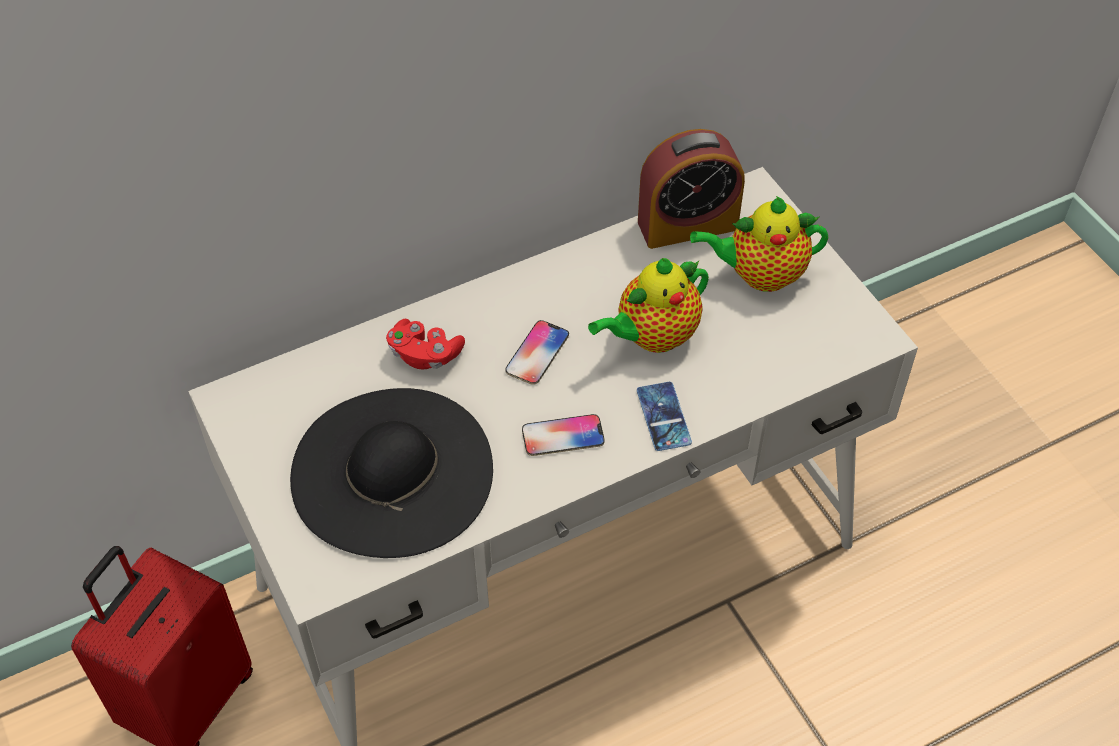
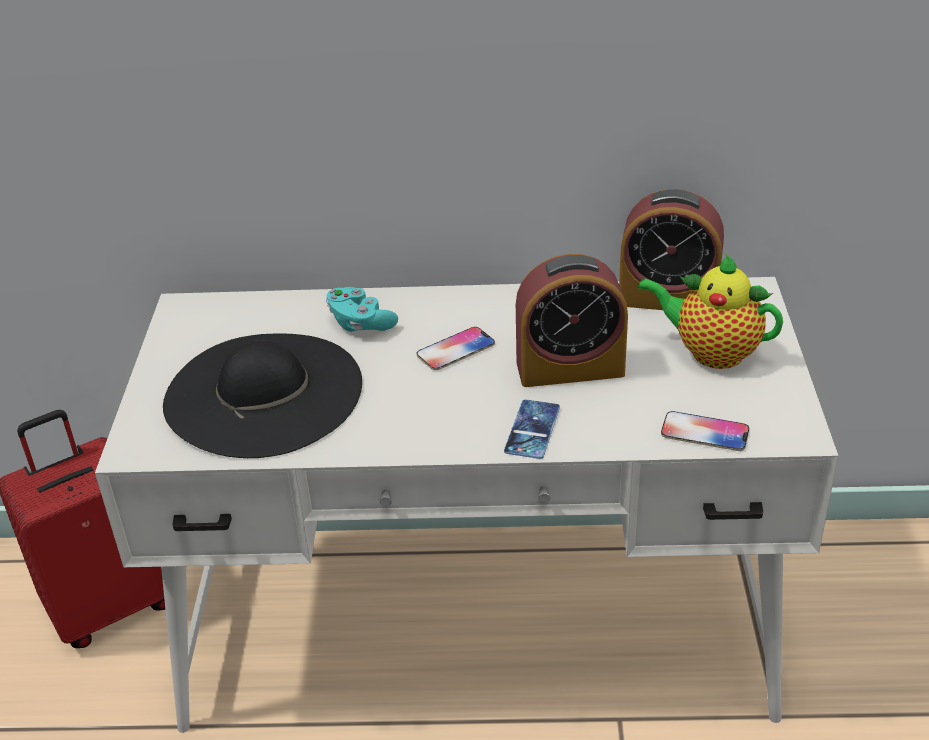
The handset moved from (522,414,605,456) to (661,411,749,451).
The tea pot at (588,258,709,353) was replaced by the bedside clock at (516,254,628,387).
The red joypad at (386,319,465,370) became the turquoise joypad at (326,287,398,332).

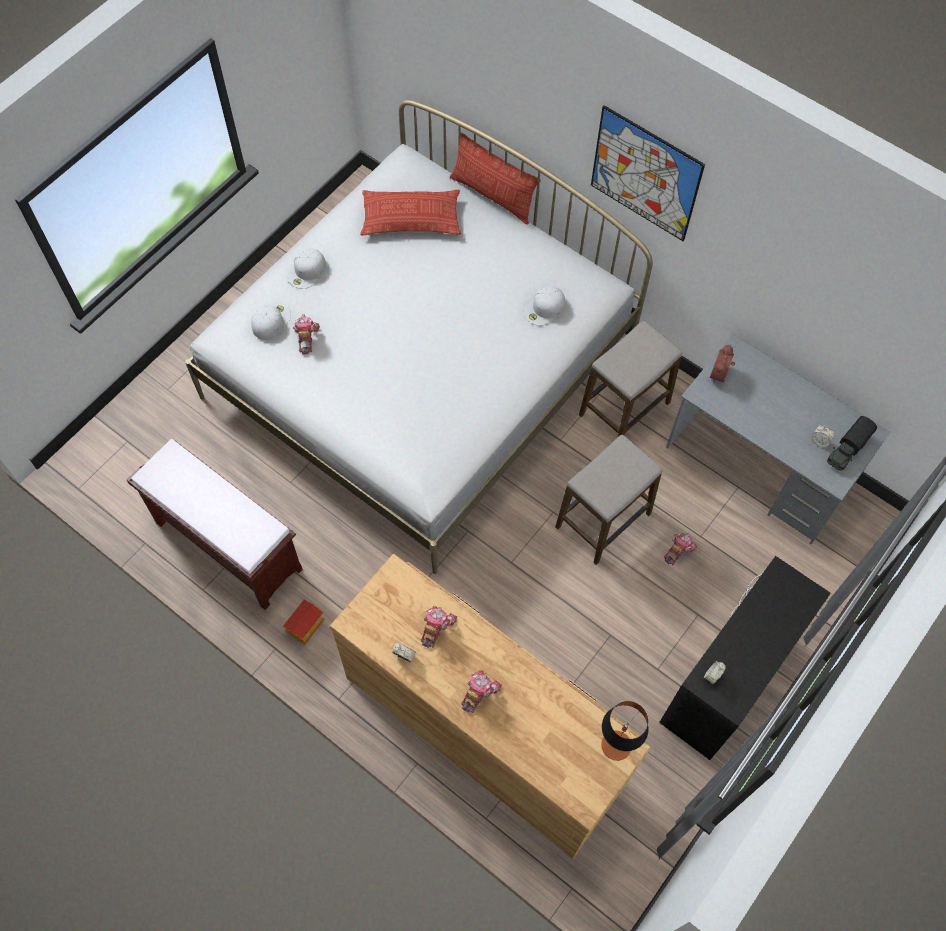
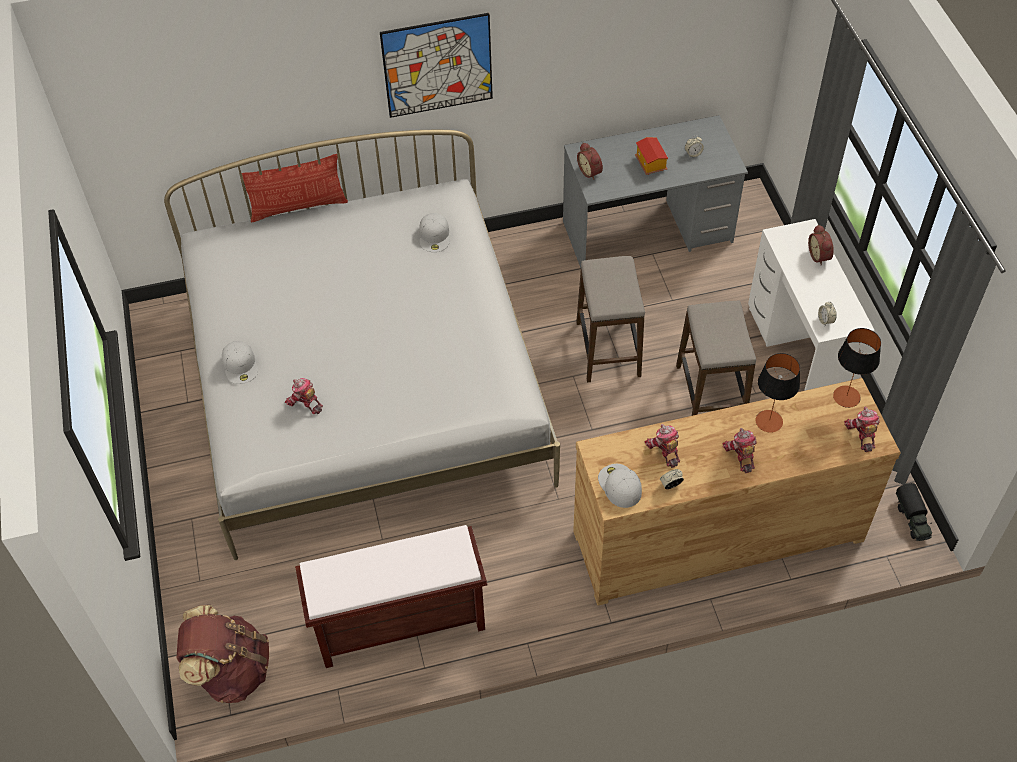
The pillow at (360,190,461,235) disappeared.
The brown knapsack at (177,605,269,703) appeared.
The tabletop lamp at (755,353,800,433) appeared.
The bedside clock at (808,224,834,266) appeared.
The white-coloured peaked cap moved from (251,302,291,340) to (598,464,642,508).
The miniature house moved from (283,600,325,645) to (635,137,668,175).
The sitting stool moved from (579,320,682,437) to (676,301,756,416).
The robot figure moved from (664,533,698,565) to (844,407,880,452).
The toy lorry moved from (827,416,877,471) to (896,483,932,541).
The black-coloured desk table at (659,556,831,760) became the white-coloured desk table at (748,219,875,391).

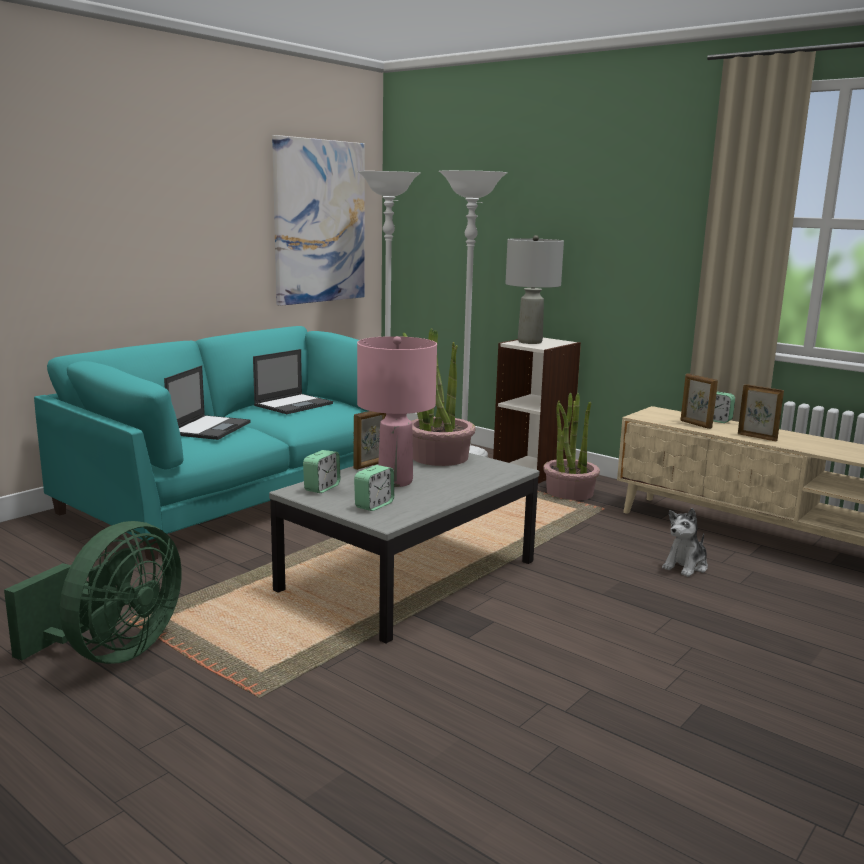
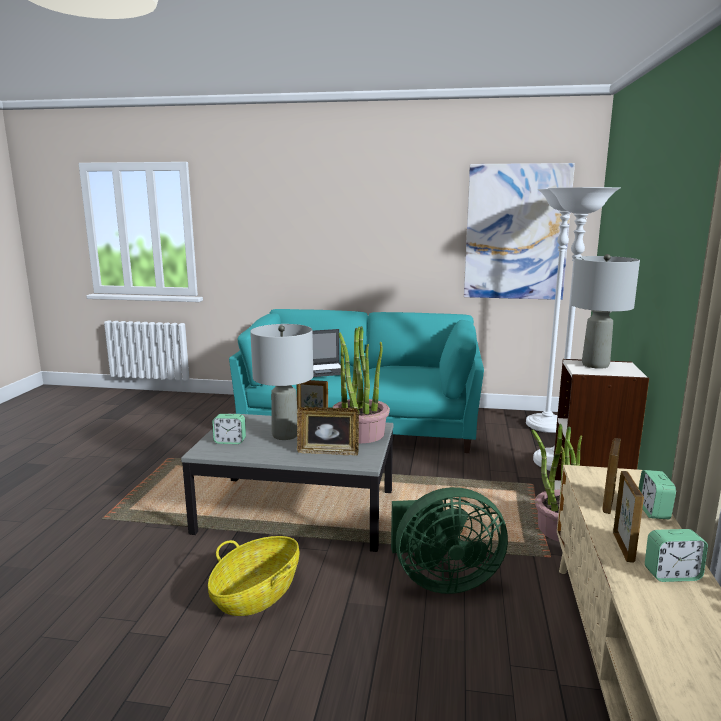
The portable computer at (253,349,333,414) disappeared.
The plush toy at (662,508,708,577) disappeared.
The basket at (208,536,299,616) appeared.
The picture frame at (297,407,359,456) appeared.
The greenish fan moved from (4,521,182,664) to (391,487,508,594).
The bedside clock moved from (303,450,340,493) to (645,529,708,582).
The pinkish tabletop lamp at (357,336,437,487) became the gray tabletop lamp at (250,324,313,440).

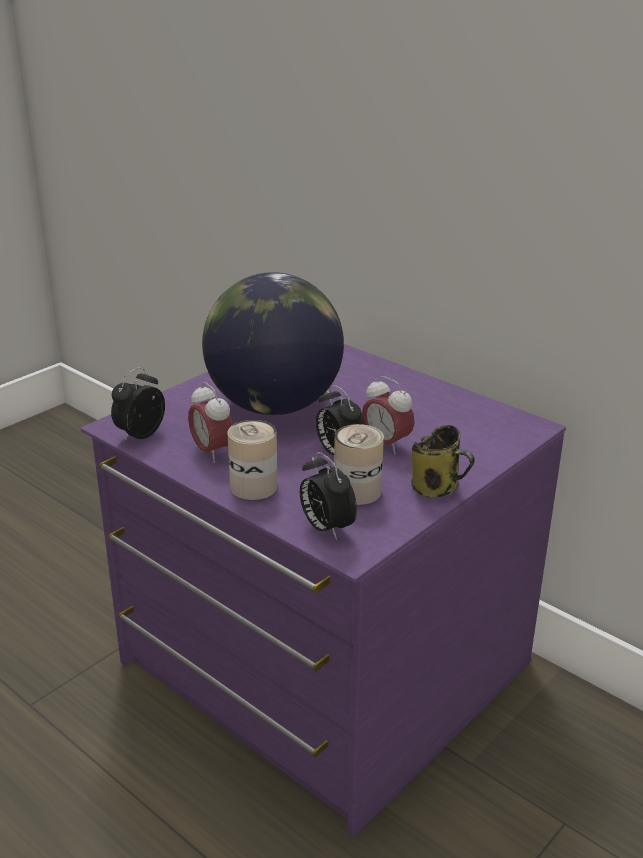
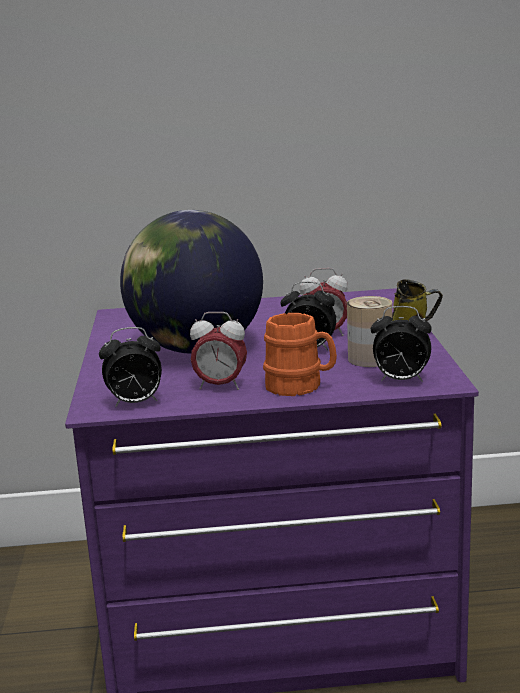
The can at (227,420,277,500) was replaced by the orangey tea mug at (263,313,337,396).
The bedside clock at (111,367,165,442) turned 90 degrees counterclockwise.

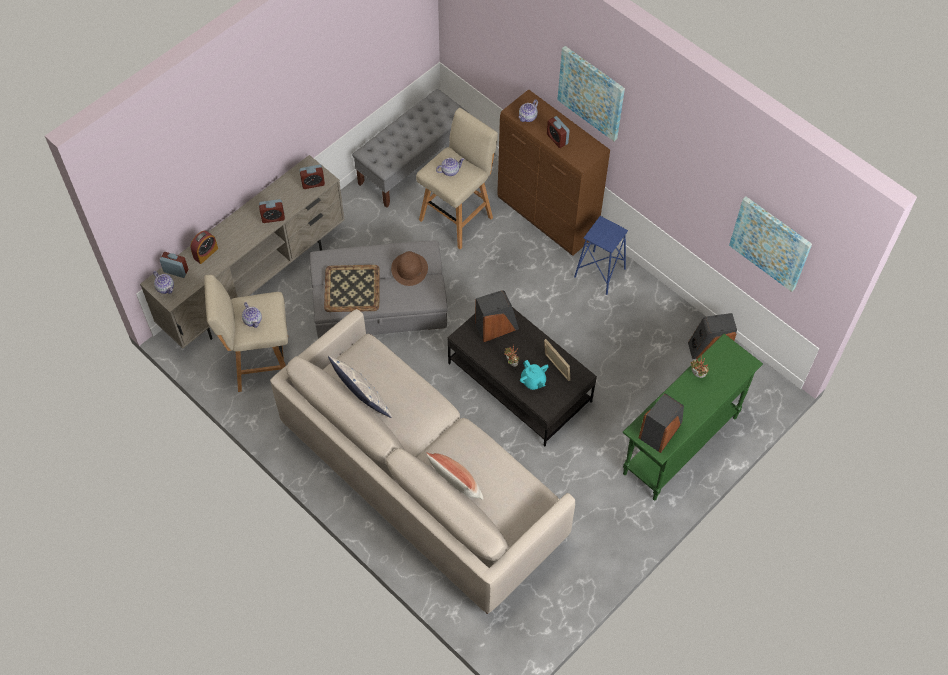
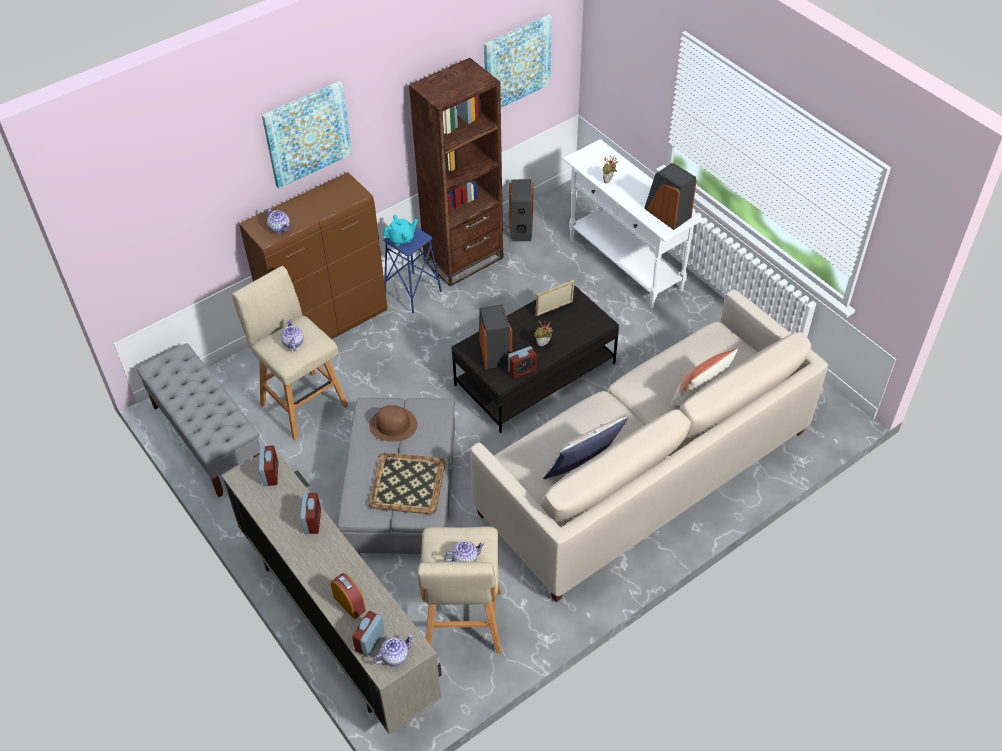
The brown bookcase at (409,58,503,286) appeared.
The turquoise tea pot moved from (520,360,549,390) to (383,214,418,246).
The bedside clock moved from (547,116,570,148) to (508,346,537,379).
The greenish console table at (623,334,763,500) became the white-coloured console table at (563,139,703,308).

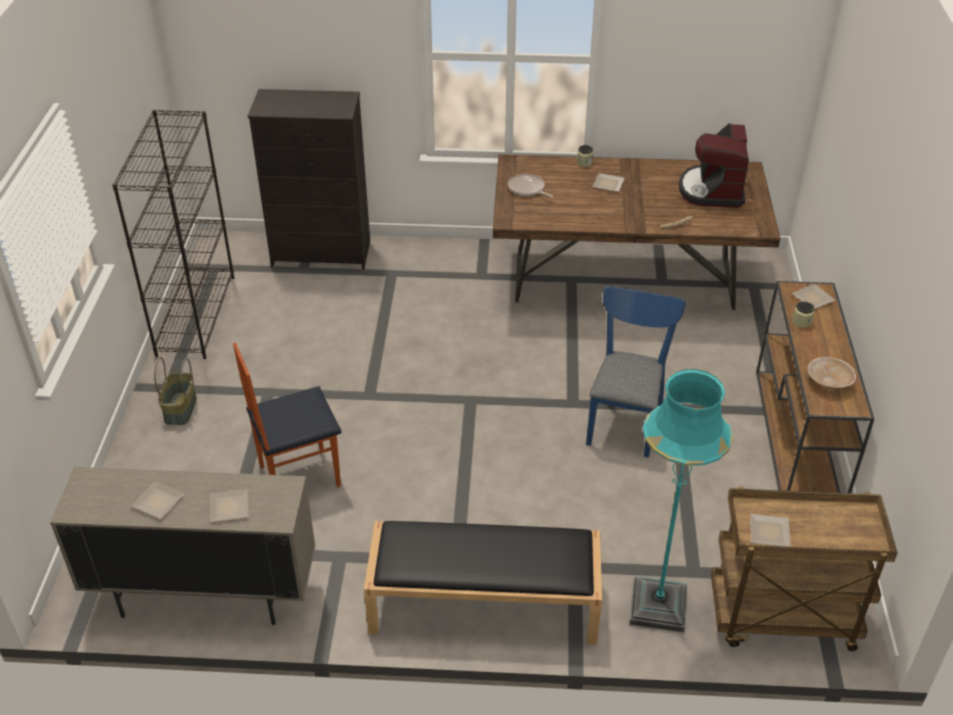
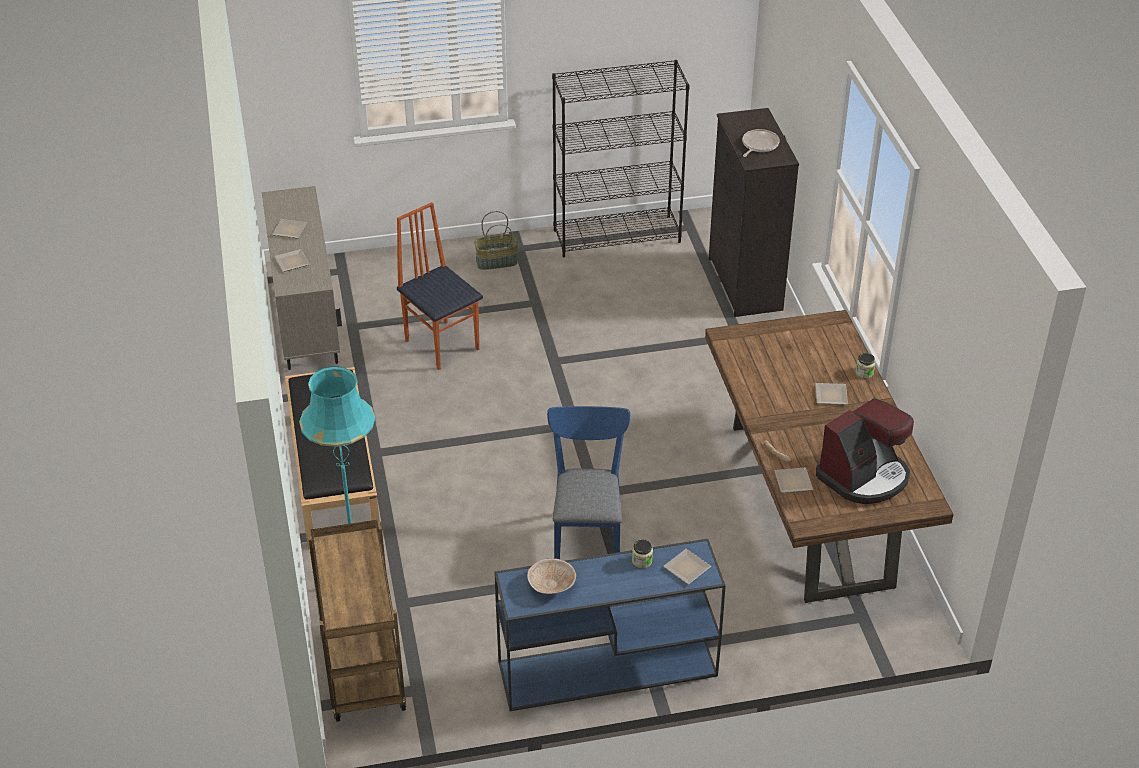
The frying pan moved from (508,174,554,198) to (742,129,780,157).
The flat dish moved from (750,514,791,547) to (774,467,813,493).
The brown console table at (756,281,874,493) became the blue console table at (494,539,726,711).
The blue plain chair at (586,286,685,458) turned 90 degrees counterclockwise.
The coffee brewer at (679,123,749,208) turned 150 degrees clockwise.

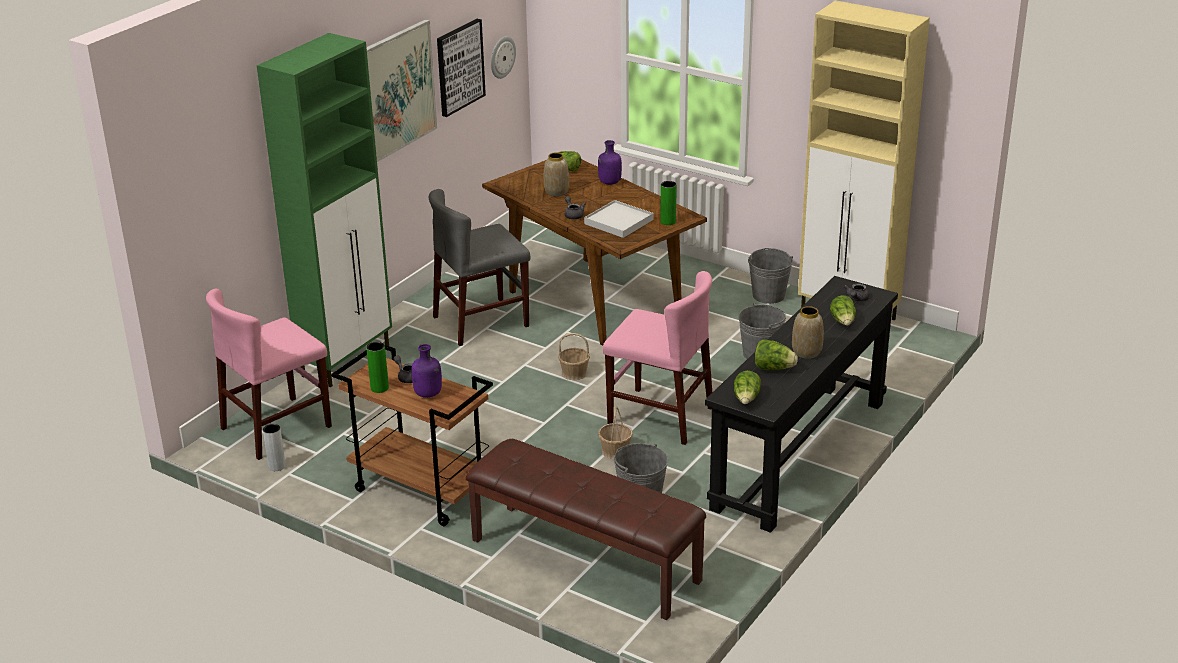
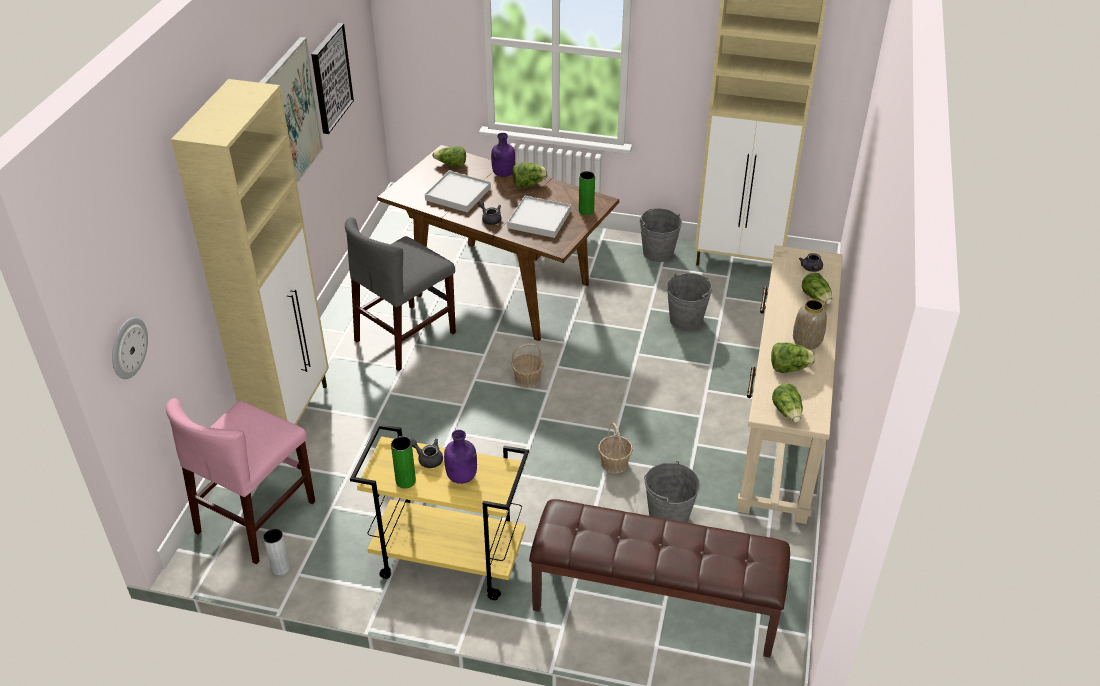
The pinkish plain chair at (603,271,712,445) disappeared.
The lettuce at (512,163,548,188) appeared.
The wall clock moved from (491,36,516,79) to (112,317,148,379).
The flower vase at (544,152,569,196) was replaced by the white-coloured serving tray at (425,171,491,212).
The greenish cabinet at (257,33,392,387) became the beige-coloured cabinet at (171,79,329,425).
The brown wheeled cart at (331,345,493,526) became the yellowish wheeled cart at (350,424,529,600).
The black-coloured console table at (705,276,898,533) became the beige-coloured console table at (737,245,843,524).

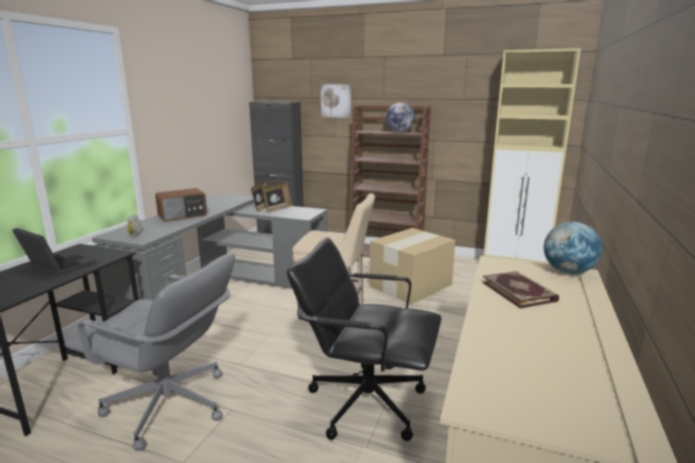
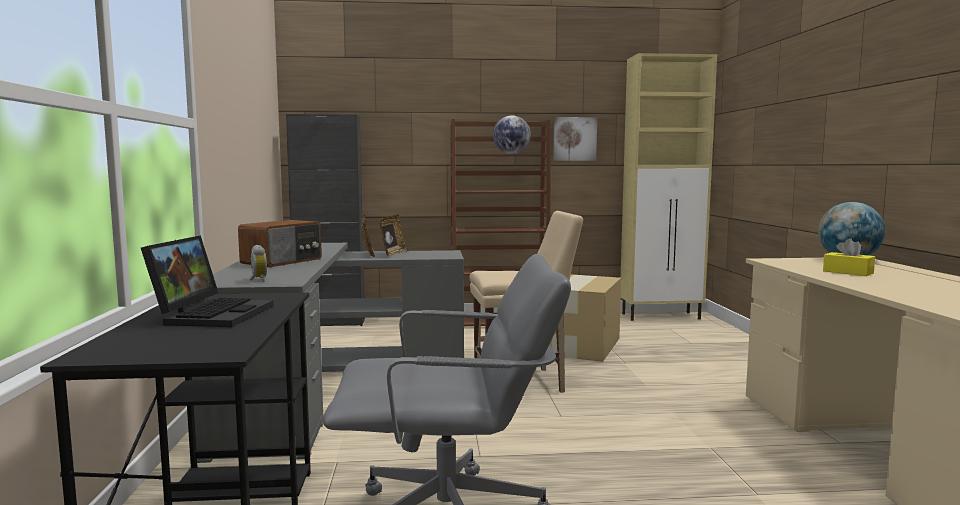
The black-coloured desk chair at (287,237,441,441) disappeared.
The picture moved from (321,84,352,118) to (553,117,597,161).
The book at (482,271,559,308) was replaced by the yellowish tissue box at (823,238,875,276).
The portable computer at (12,228,96,276) turned 90 degrees clockwise.

